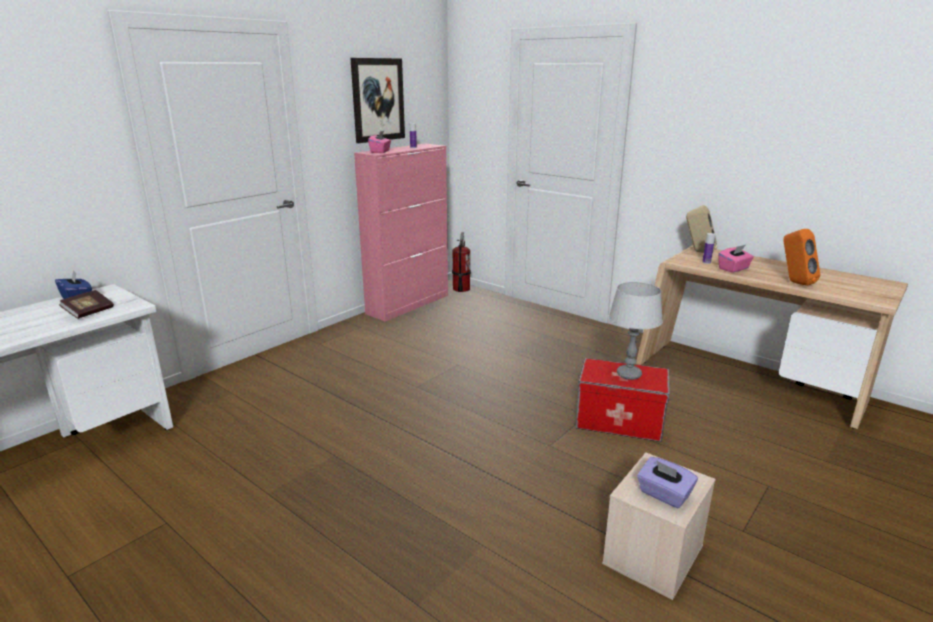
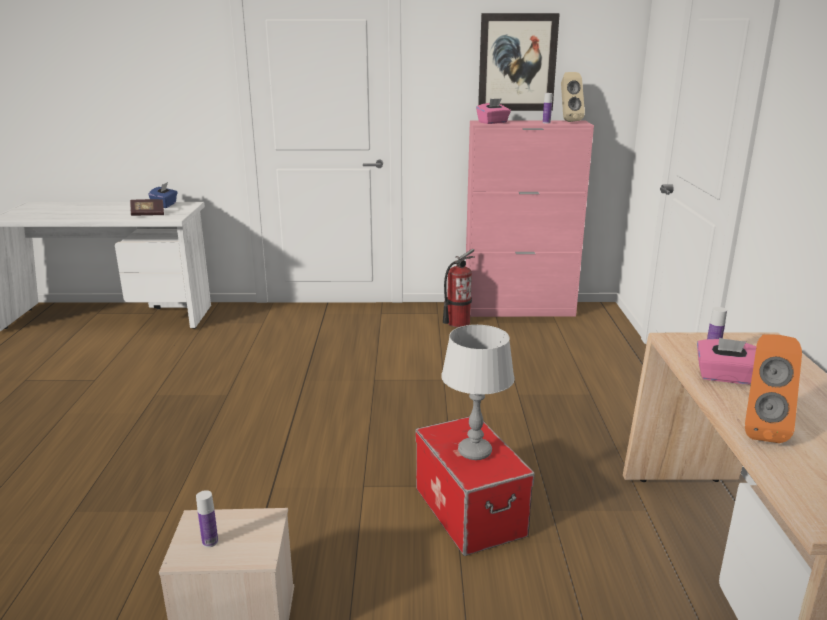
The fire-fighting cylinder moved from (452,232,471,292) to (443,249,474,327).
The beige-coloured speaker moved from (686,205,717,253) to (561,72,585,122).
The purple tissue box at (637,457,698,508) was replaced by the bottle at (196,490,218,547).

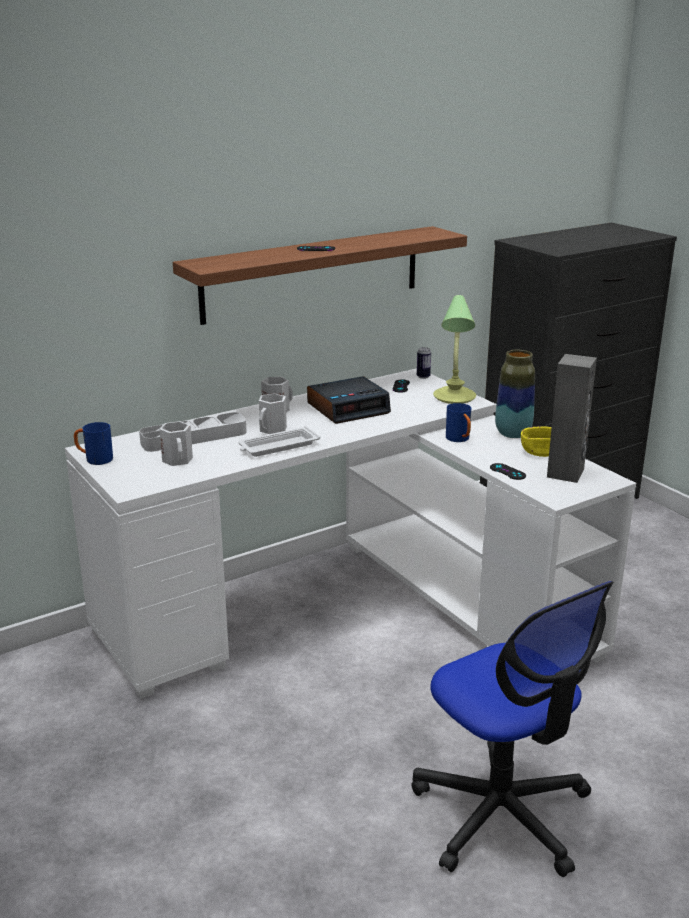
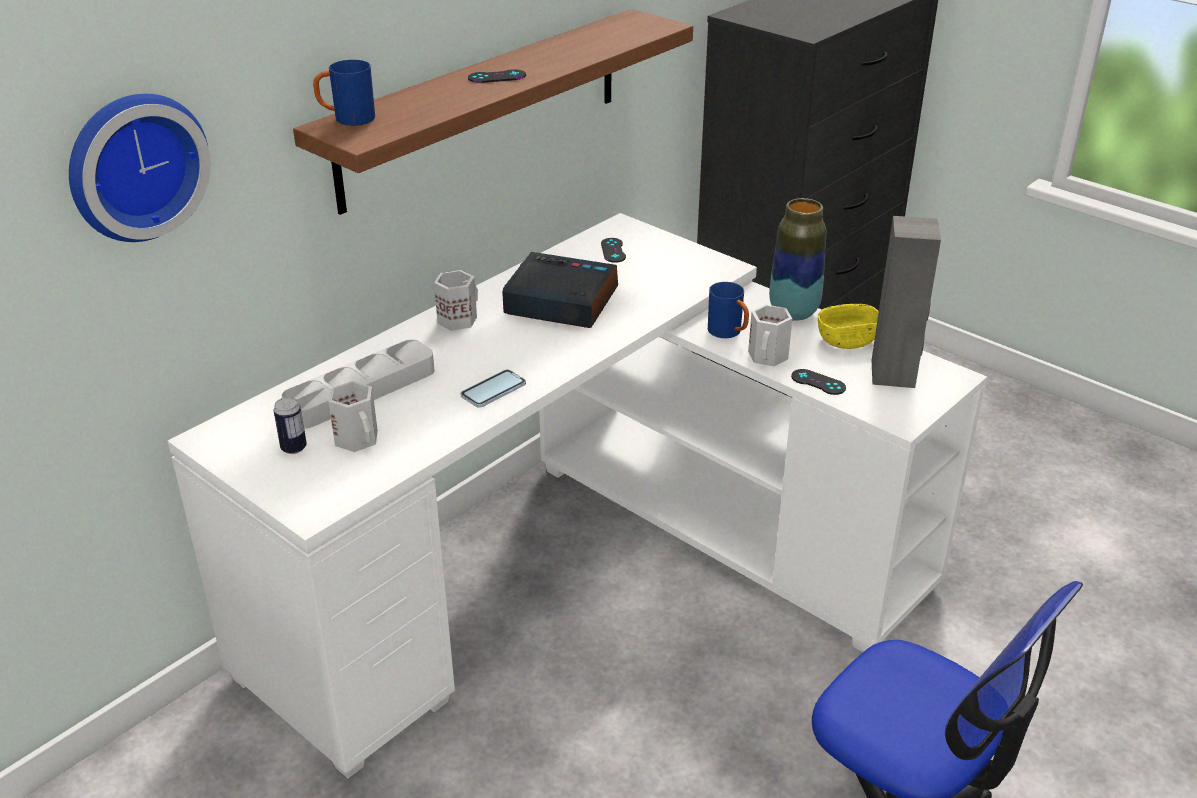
The tabletop lamp at (433,295,476,404) disappeared.
The wall clock at (69,94,211,242) appeared.
The blue tea mug moved from (74,422,113,465) to (313,60,375,126).
The white-coloured tea mug moved from (259,393,287,434) to (748,305,792,366).
The can moved from (417,347,431,379) to (274,397,307,454).
The white-coloured serving tray at (238,426,320,457) was replaced by the handset at (460,370,526,408).
The bedside clock at (307,376,391,424) turned 120 degrees counterclockwise.

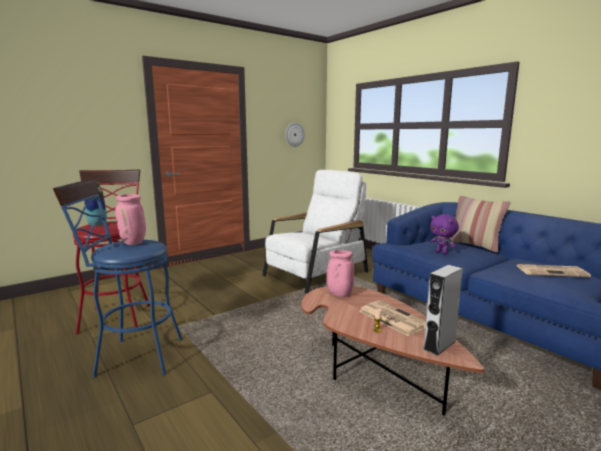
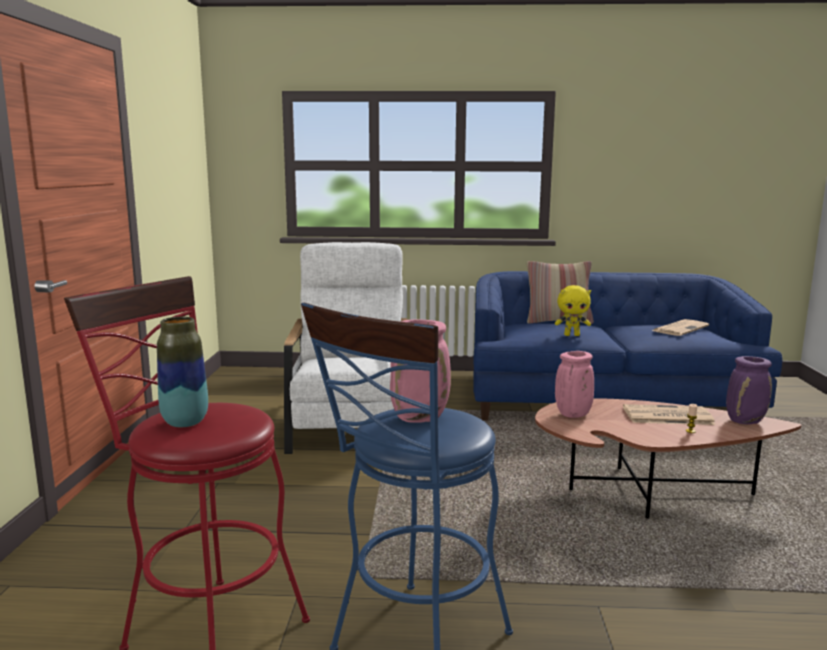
The wall clock at (285,123,305,147) disappeared.
The gray speaker at (423,265,463,356) was replaced by the purple flower vase at (726,356,772,424).
The purple plush toy at (430,214,459,254) became the yellowish plush toy at (555,285,591,336).

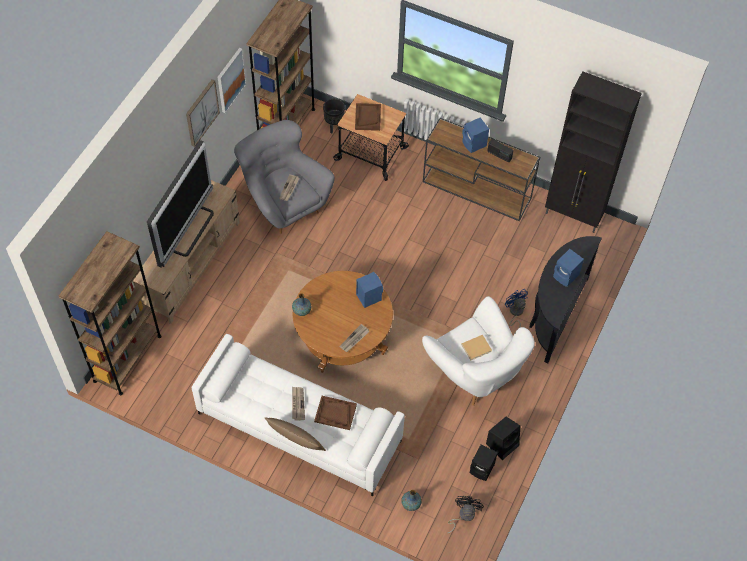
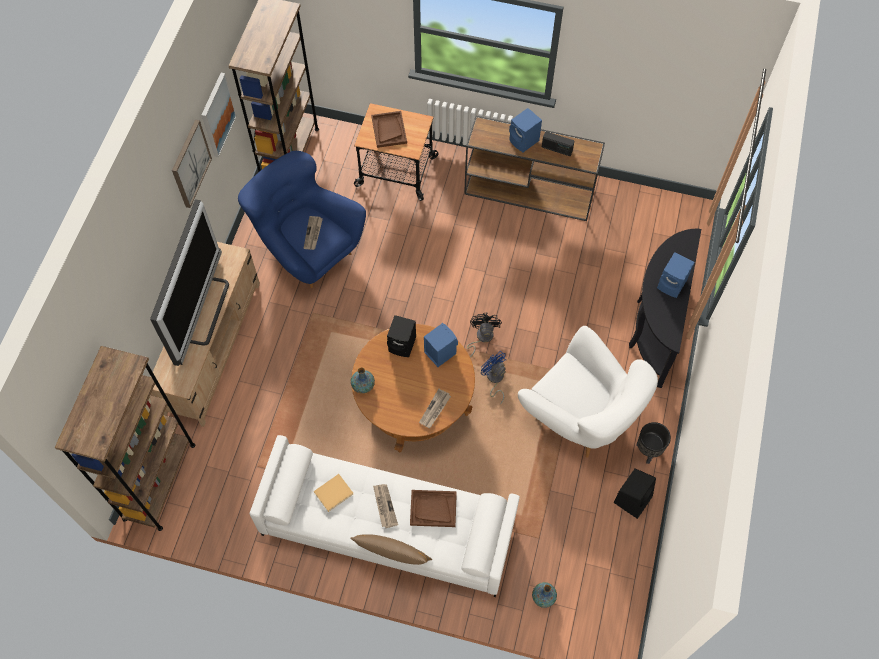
The black-coloured cabinet at (545,71,642,233) disappeared.
The black-coloured flower pot moved from (323,99,345,133) to (636,422,671,464).
The black-coloured fan moved from (448,496,484,533) to (467,313,502,357).
The beige-coloured book moved from (461,335,492,360) to (314,474,353,512).
The black-coloured speaker moved from (470,444,498,481) to (387,315,416,357).
The blue fan moved from (505,289,528,328) to (481,351,506,404).
The gray armchair at (234,120,335,234) became the blue armchair at (238,151,366,288).

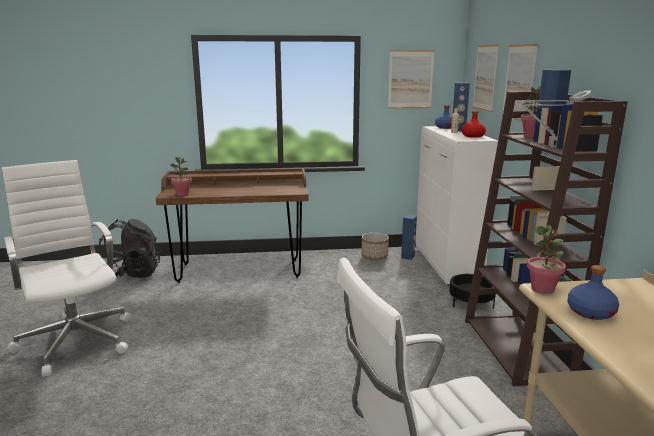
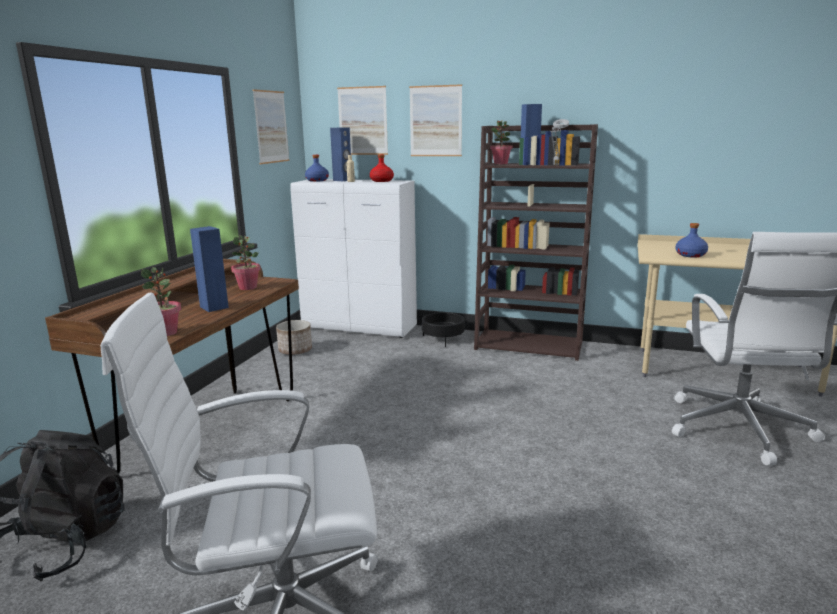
The blue speaker moved from (401,215,417,260) to (190,226,229,312).
The houseplant moved from (527,225,566,294) to (231,235,261,290).

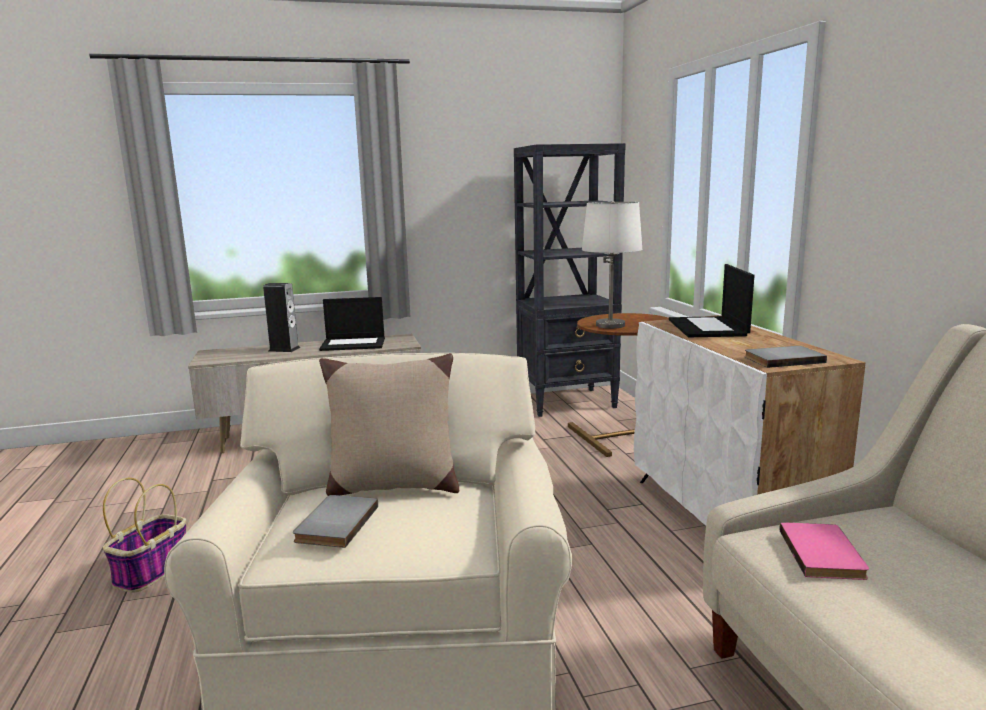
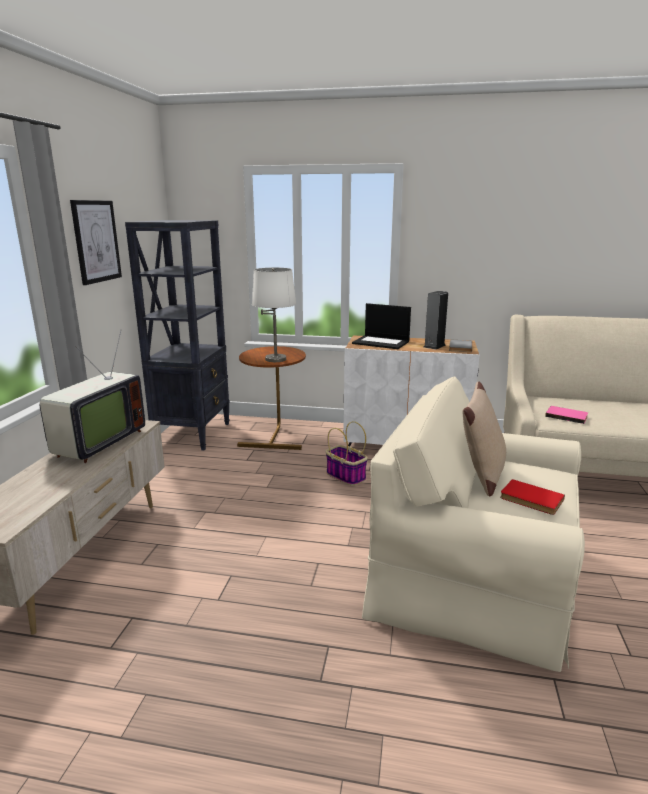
The picture at (70,200,122,285) appeared.
The basket moved from (103,478,186,592) to (326,421,368,486).
The speaker moved from (263,283,300,352) to (424,291,448,349).
The portable computer at (319,297,385,351) was replaced by the TV set at (39,329,145,463).
The gray book at (293,495,378,548) became the red book at (500,479,565,515).

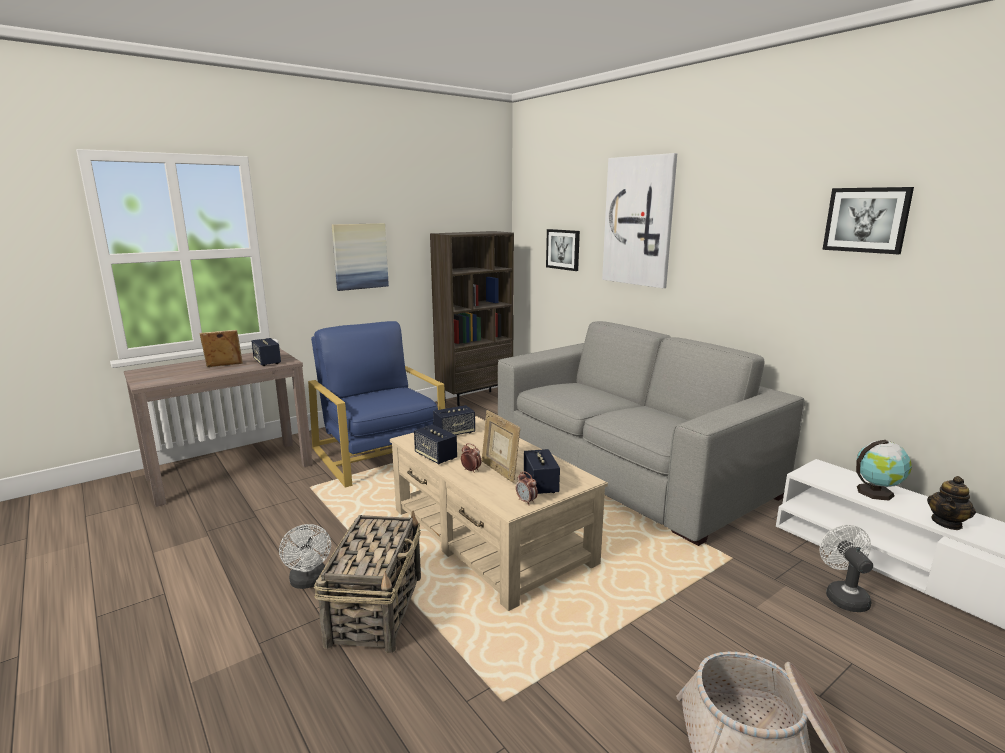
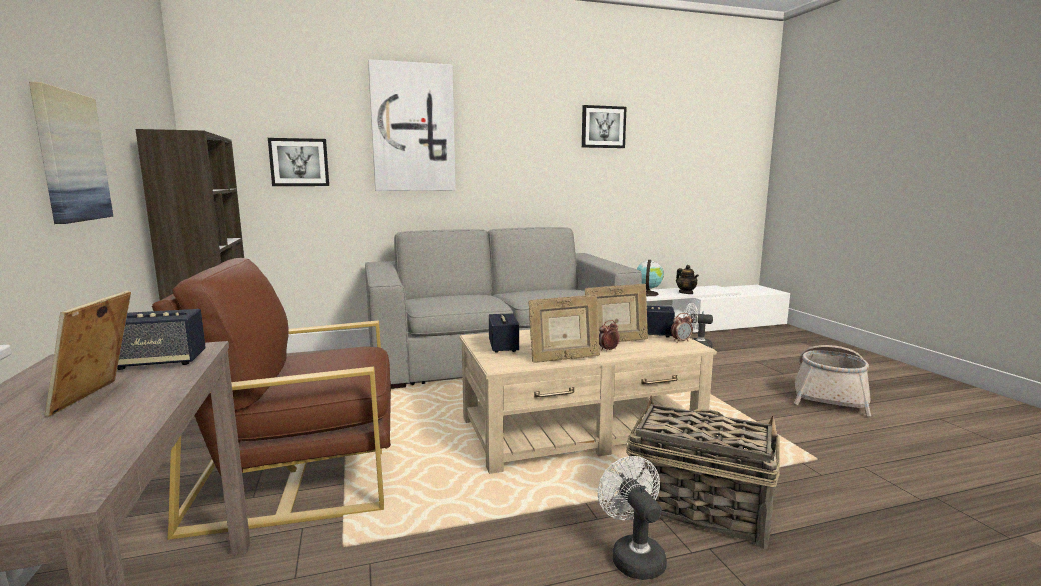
The speaker at (414,424,457,464) was replaced by the picture frame at (528,295,600,363).
The blue armchair at (308,321,445,488) became the brown armchair at (152,258,391,540).
The white-coloured fan at (279,524,331,589) turned 105 degrees counterclockwise.

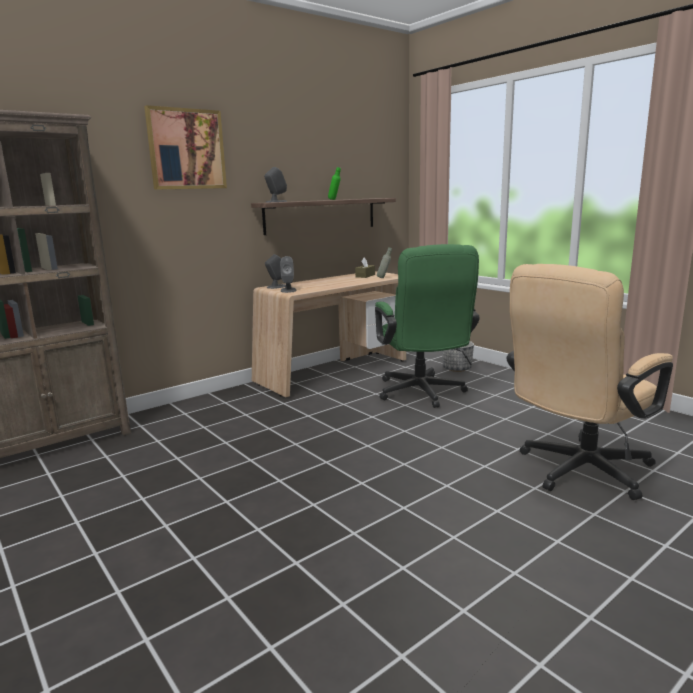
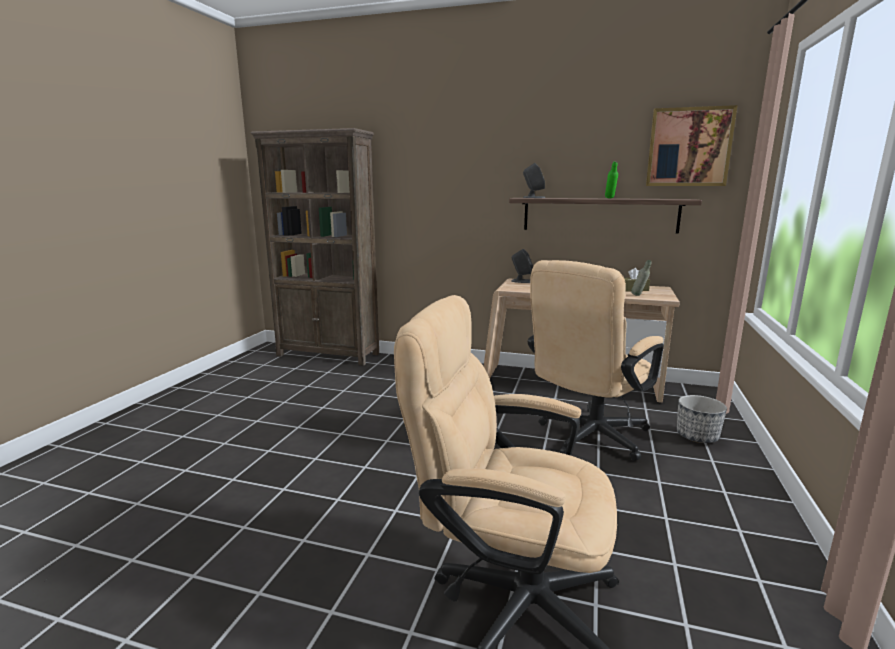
The gray speaker at (280,256,296,293) disappeared.
The picture moved from (144,105,227,190) to (646,105,738,186).
The greenish desk chair at (375,244,480,408) became the beige-coloured desk chair at (528,260,664,461).

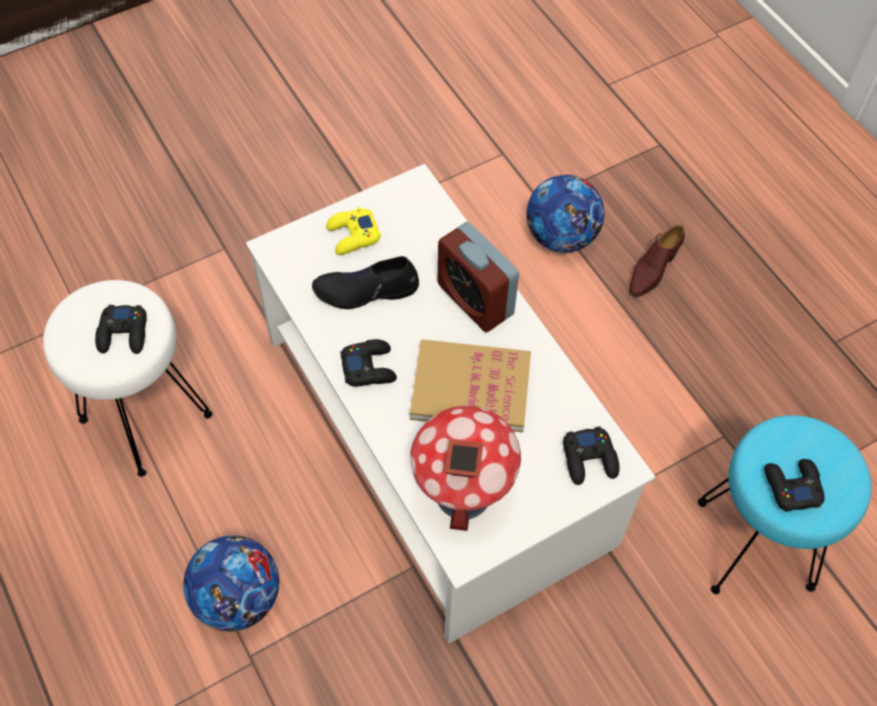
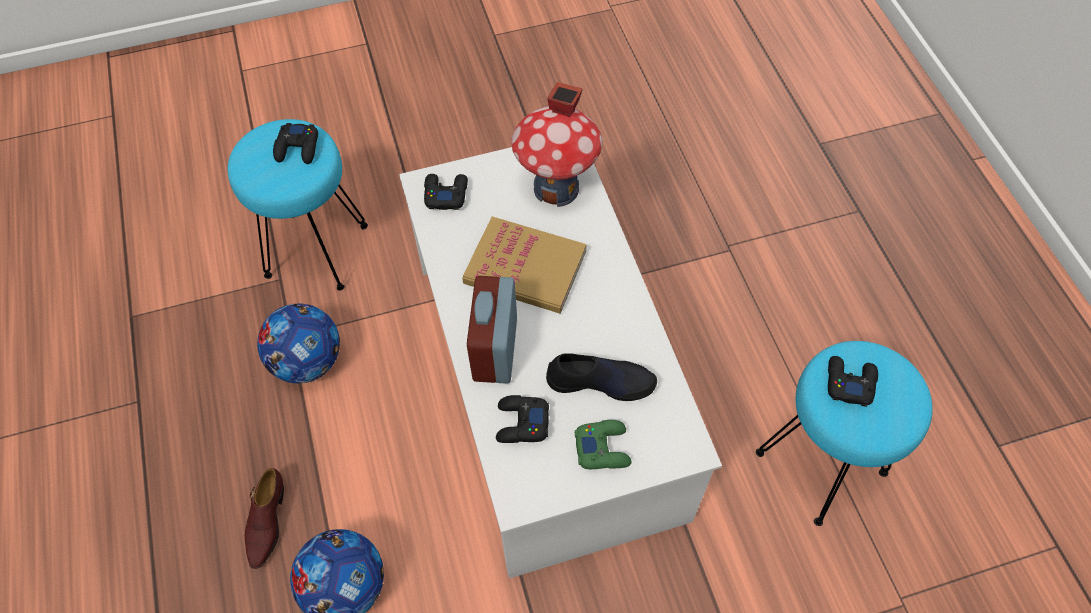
The ball for football moved from (183,535,279,632) to (257,304,340,383).
The black-coloured joypad moved from (340,339,397,387) to (496,395,549,443).
The white-coloured sitting stool at (43,280,213,477) became the turquoise sitting stool at (756,341,933,526).
The yellowish joypad at (326,207,381,255) became the greenish joypad at (575,420,631,469).
The bedside clock at (438,222,519,332) turned 150 degrees counterclockwise.
The brown shoe at (629,225,685,297) turned 135 degrees clockwise.

